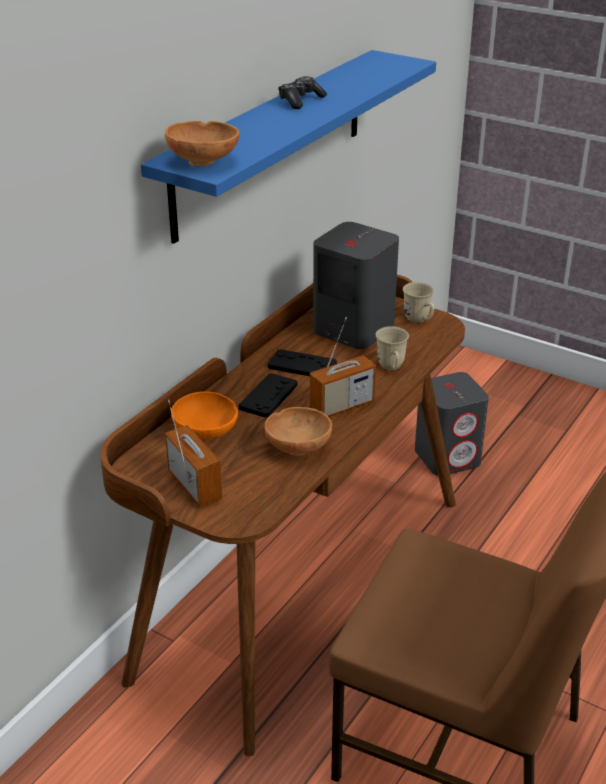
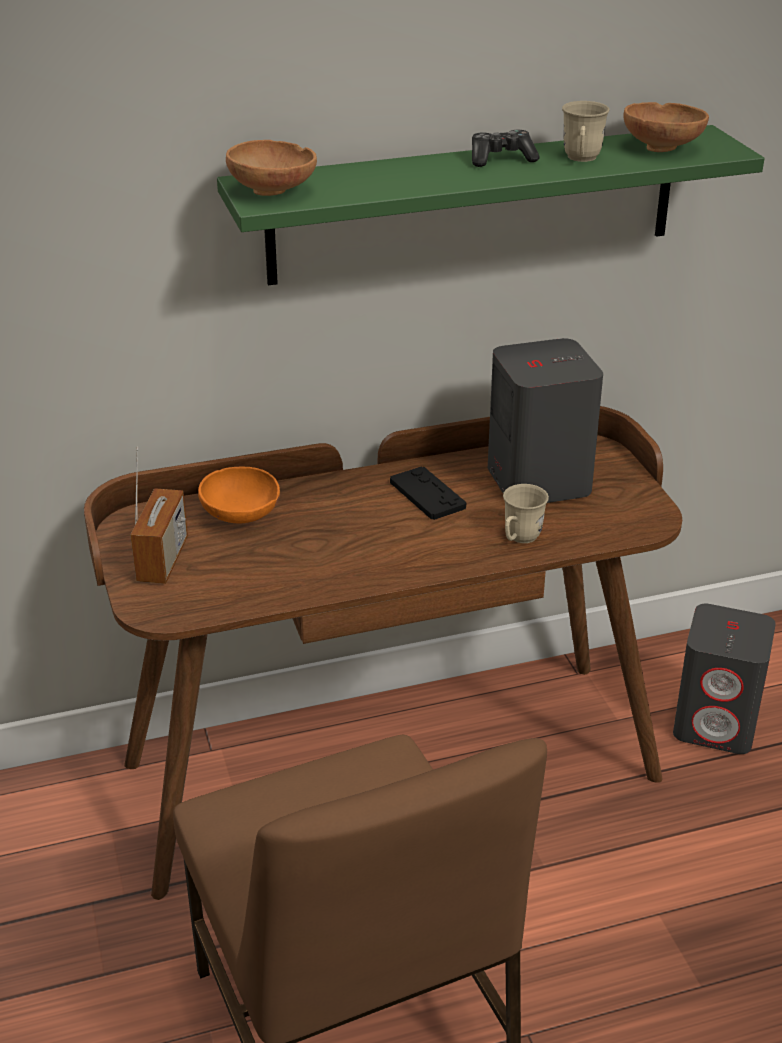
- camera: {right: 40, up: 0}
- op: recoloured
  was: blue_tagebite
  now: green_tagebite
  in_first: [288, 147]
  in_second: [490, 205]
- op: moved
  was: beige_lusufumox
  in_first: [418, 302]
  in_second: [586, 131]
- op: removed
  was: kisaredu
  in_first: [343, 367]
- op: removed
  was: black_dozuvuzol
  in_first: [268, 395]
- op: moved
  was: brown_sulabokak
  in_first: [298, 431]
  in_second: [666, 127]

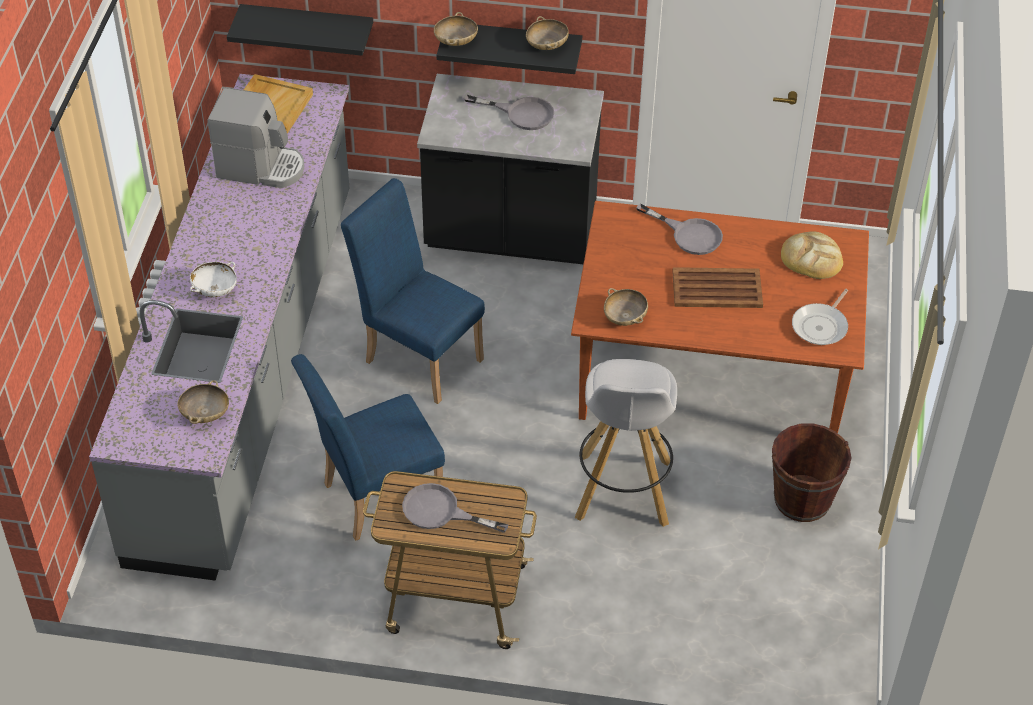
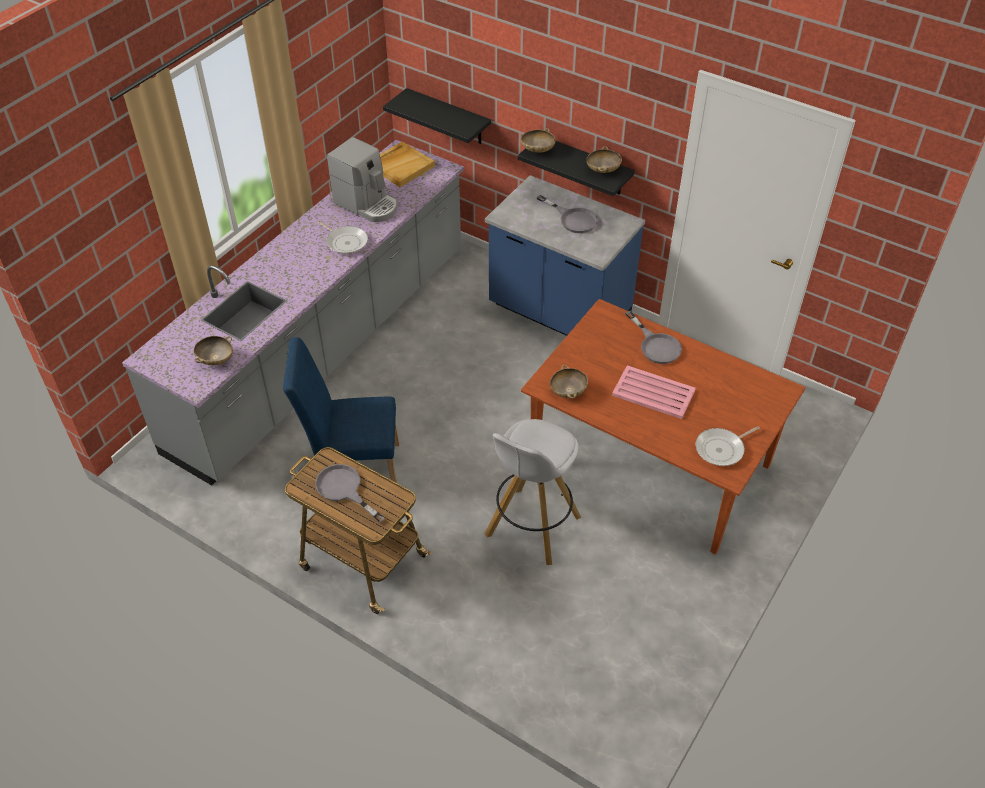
- camera: {right: 25, up: 0}
- op: recoloured
  was: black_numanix
  now: blue_numanix
  in_first: [510, 169]
  in_second: [565, 255]
- op: removed
  was: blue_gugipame
  in_first: [413, 291]
- op: removed
  was: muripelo
  in_first: [812, 255]
- op: removed
  was: white_sulabokak
  in_first: [213, 279]
- op: recoloured
  was: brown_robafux
  now: pink_robafux
  in_first: [717, 287]
  in_second: [654, 392]
- op: removed
  was: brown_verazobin
  in_first: [811, 472]
- op: added
  now: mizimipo
  in_second: [343, 237]

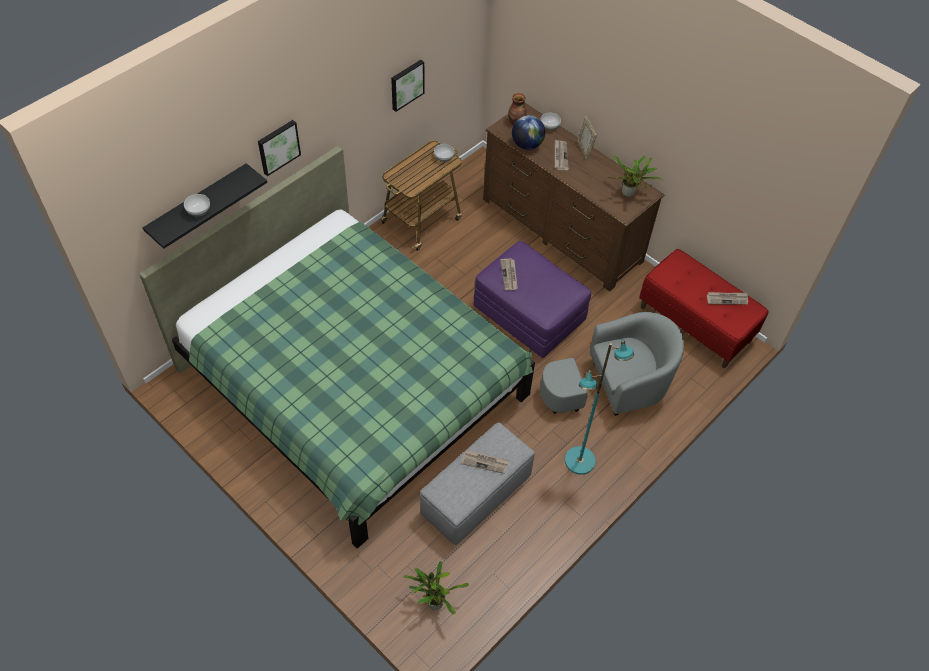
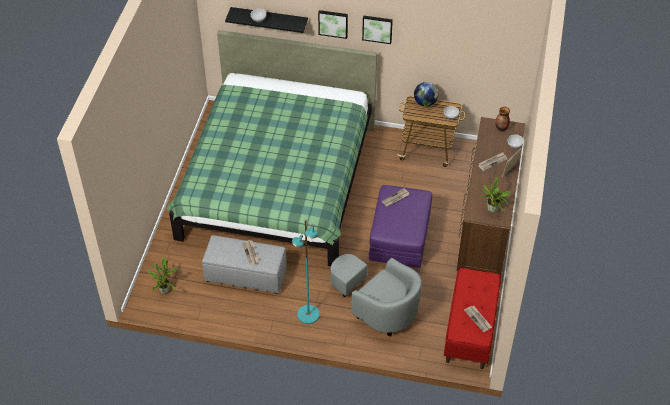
- camera: {right: 60, up: -5}
- op: moved
  was: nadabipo
  in_first: [408, 86]
  in_second: [377, 30]
- op: moved
  was: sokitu
  in_first: [528, 132]
  in_second: [426, 94]

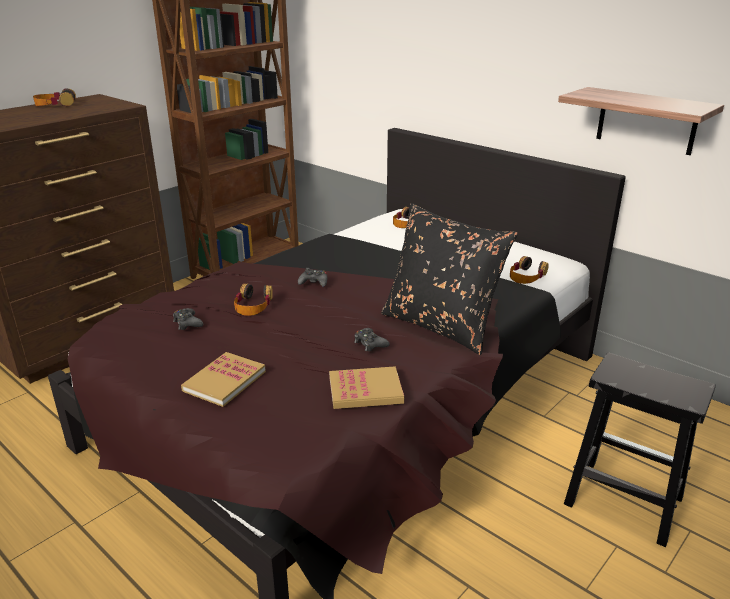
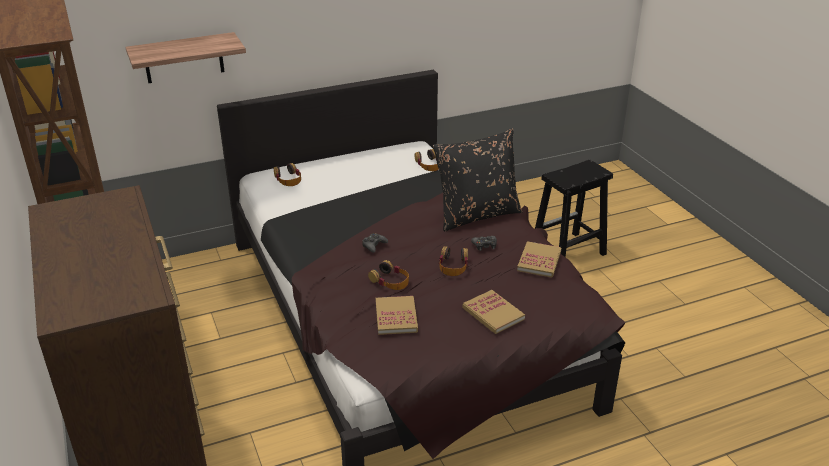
- camera: {right: -65, up: 5}
- op: moved
  was: tagebite
  in_first: [641, 121]
  in_second: [185, 57]
- op: moved
  was: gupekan
  in_first: [54, 97]
  in_second: [453, 261]
- op: replaced
  was: black_dozuvuzol
  now: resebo
  in_first: [188, 319]
  in_second: [397, 315]

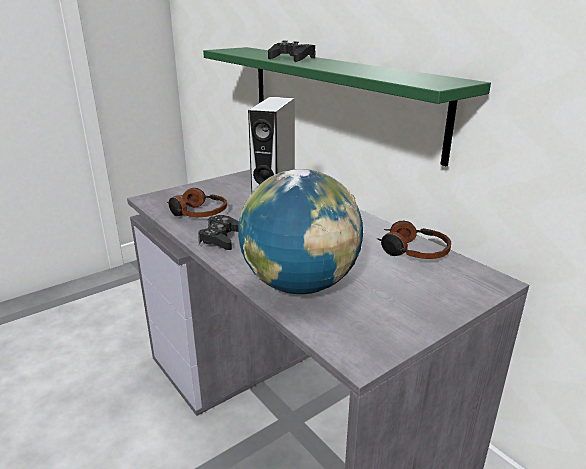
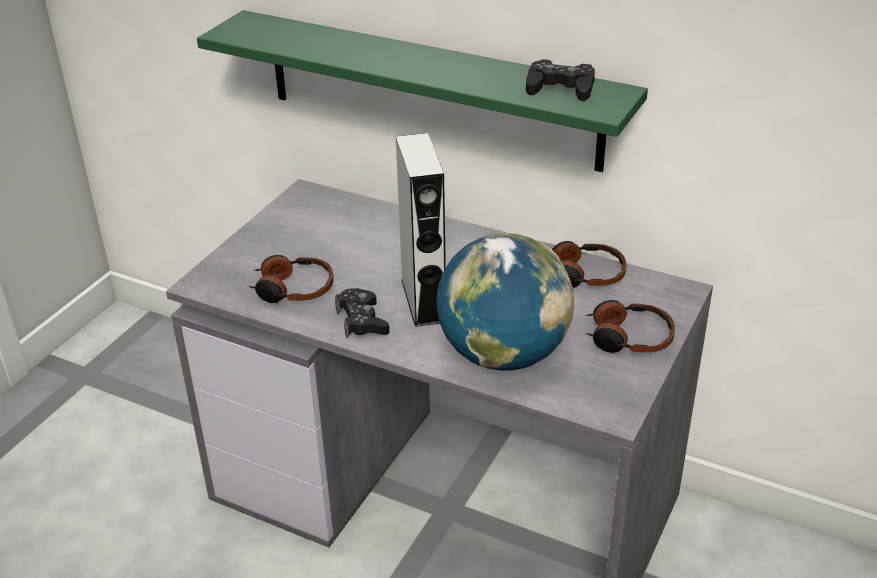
- camera: {right: -25, up: 10}
- op: moved
  was: black_dozuvuzol
  in_first: [291, 51]
  in_second: [560, 80]
- op: added
  now: gupekan
  in_second: [630, 326]

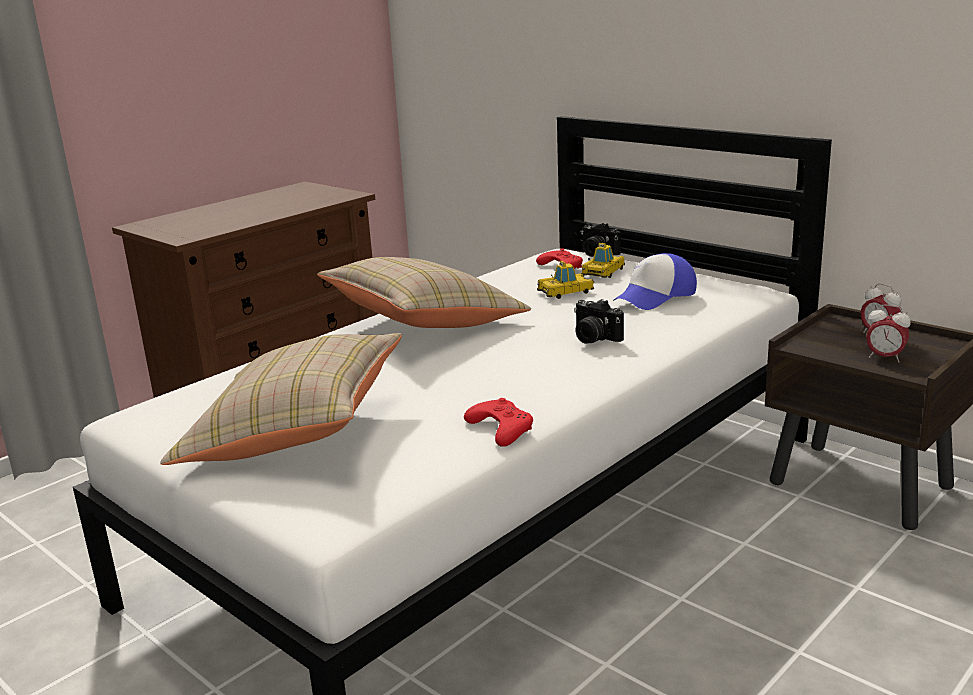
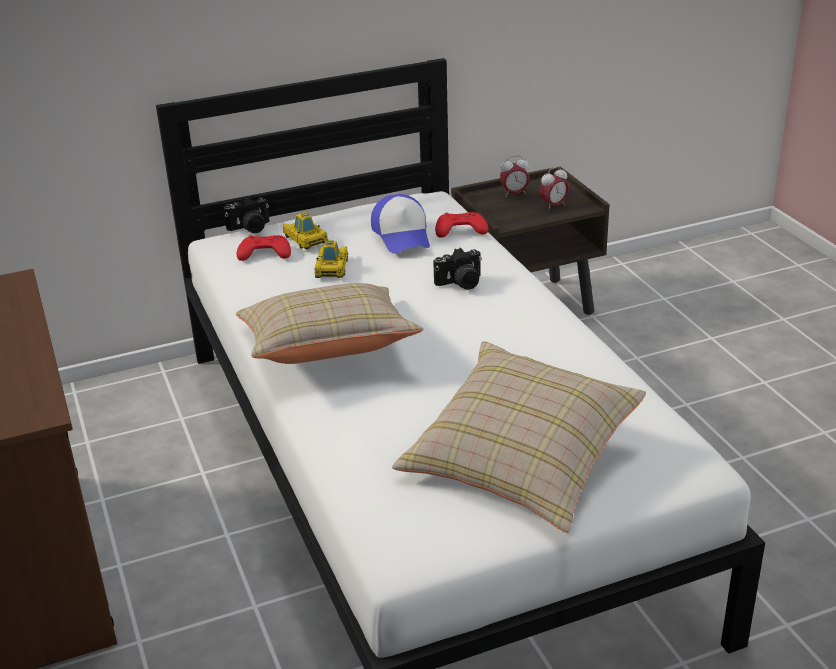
- camera: {right: -65, up: 10}
- op: moved
  was: red_dozuvuzol
  in_first: [498, 422]
  in_second: [461, 224]

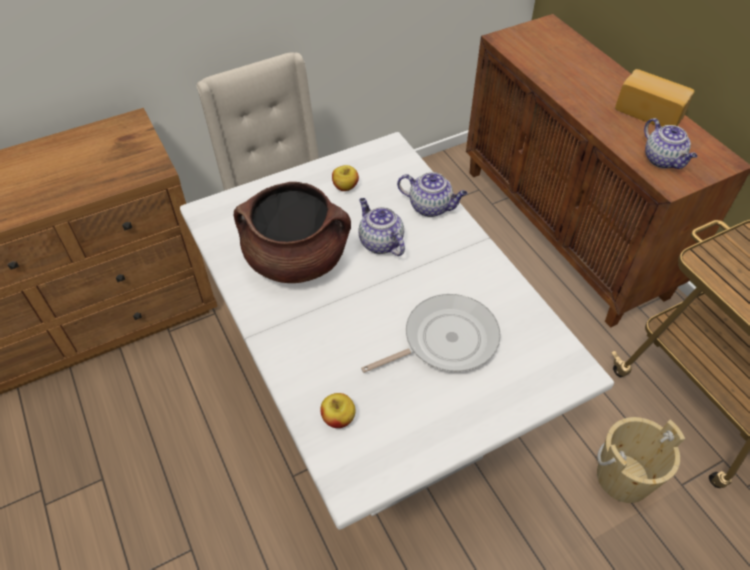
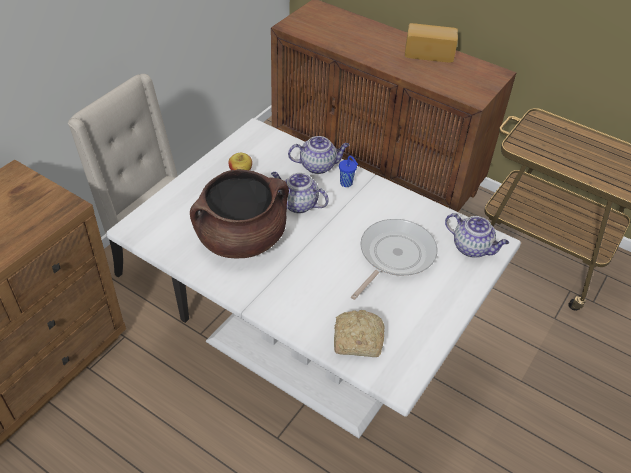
- camera: {right: -30, up: -5}
- op: moved
  was: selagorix
  in_first: [671, 143]
  in_second: [477, 235]
- op: replaced
  was: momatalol
  now: muripelo
  in_first: [338, 410]
  in_second: [359, 333]
- op: removed
  was: beige_verazobin
  in_first: [641, 460]
- op: added
  now: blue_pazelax
  in_second: [348, 171]

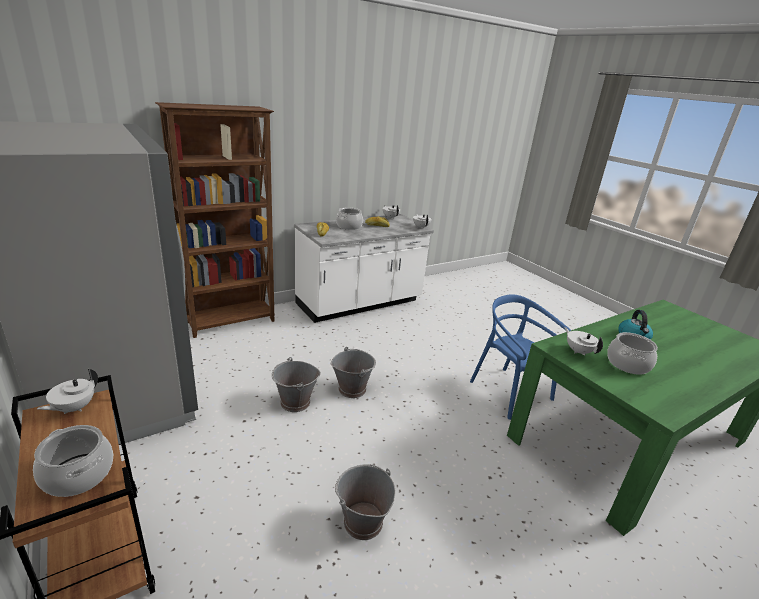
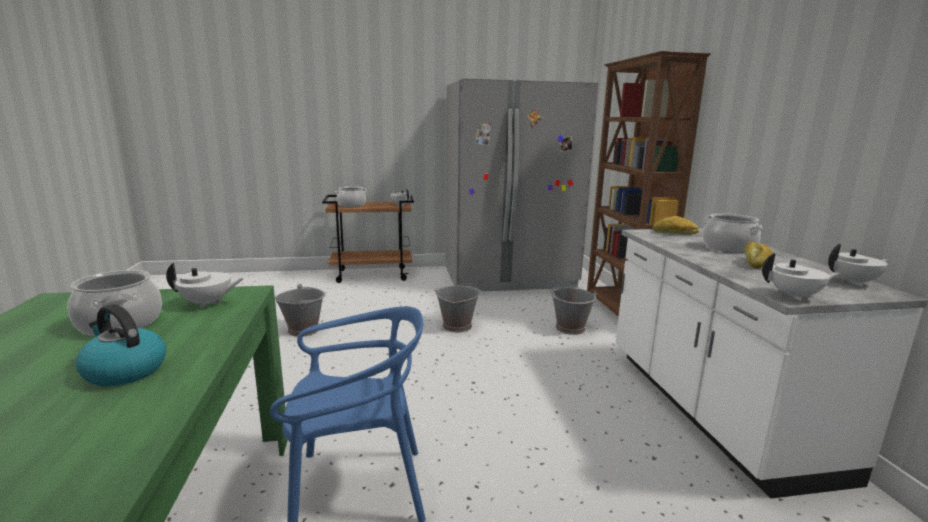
- camera: {right: 115, up: -10}
- op: moved
  was: grey_verazobin
  in_first: [353, 372]
  in_second: [574, 311]

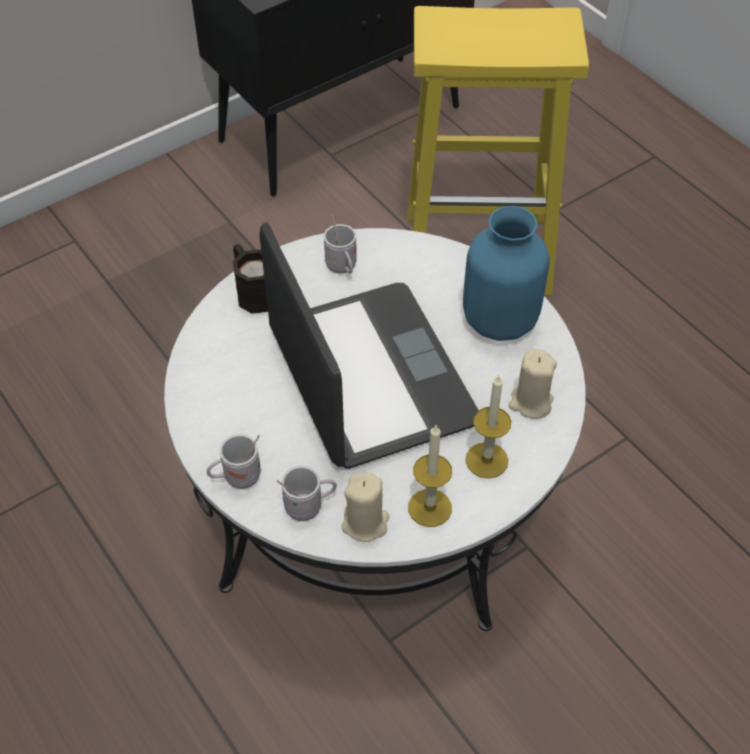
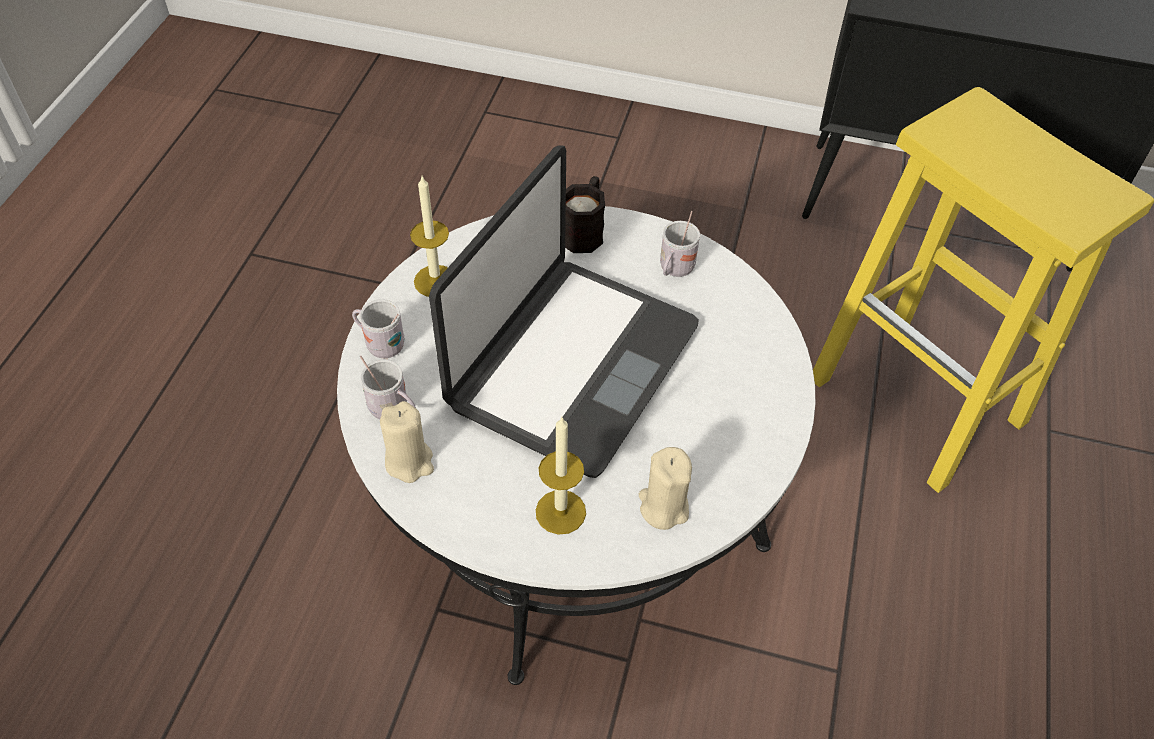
- camera: {right: 50, up: 0}
- op: removed
  was: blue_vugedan
  in_first: [506, 273]
- op: moved
  was: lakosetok
  in_first: [430, 475]
  in_second: [429, 236]

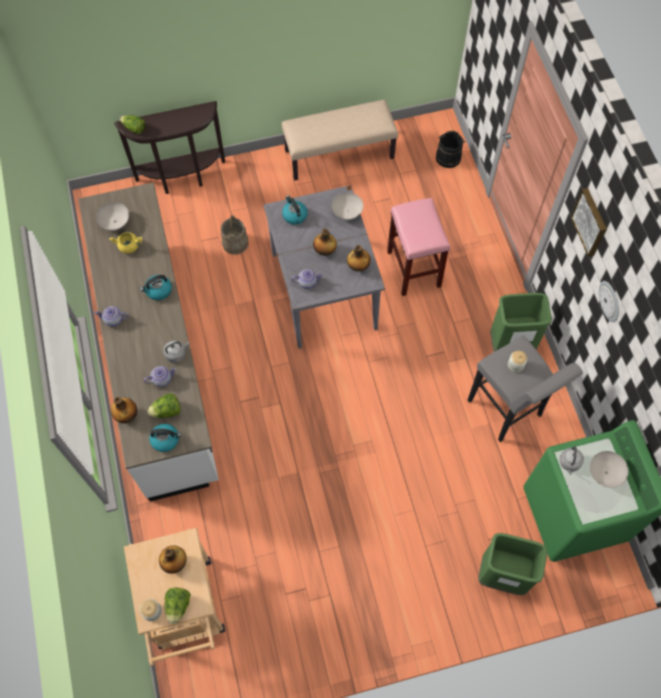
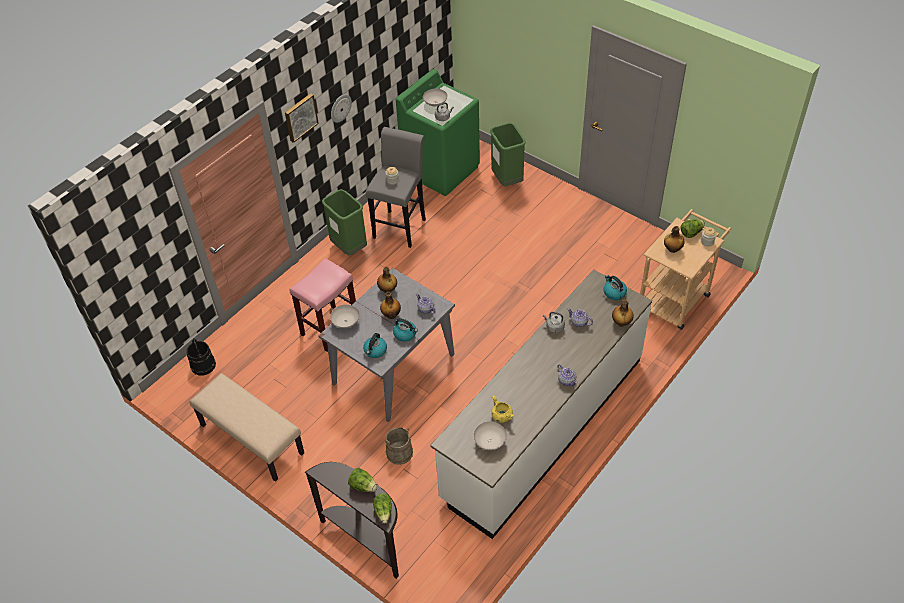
- camera: {right: -125, up: -15}
- op: moved
  was: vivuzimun
  in_first: [156, 287]
  in_second: [405, 330]
- op: moved
  was: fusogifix
  in_first: [164, 406]
  in_second: [362, 480]

